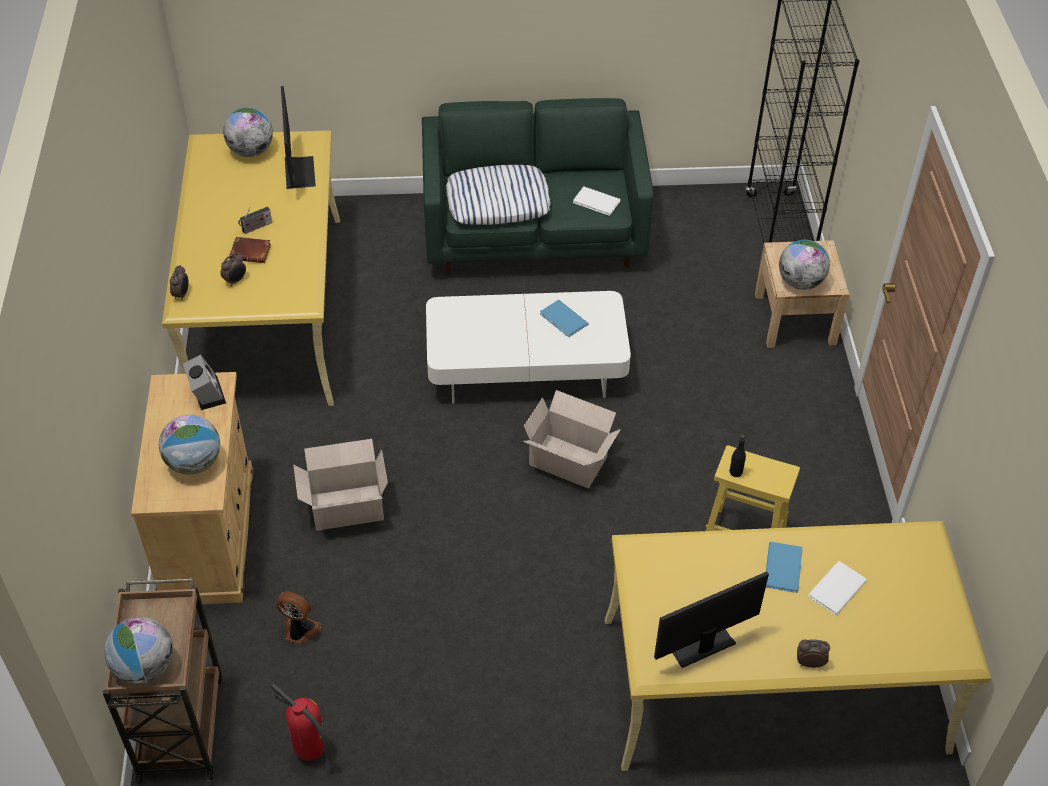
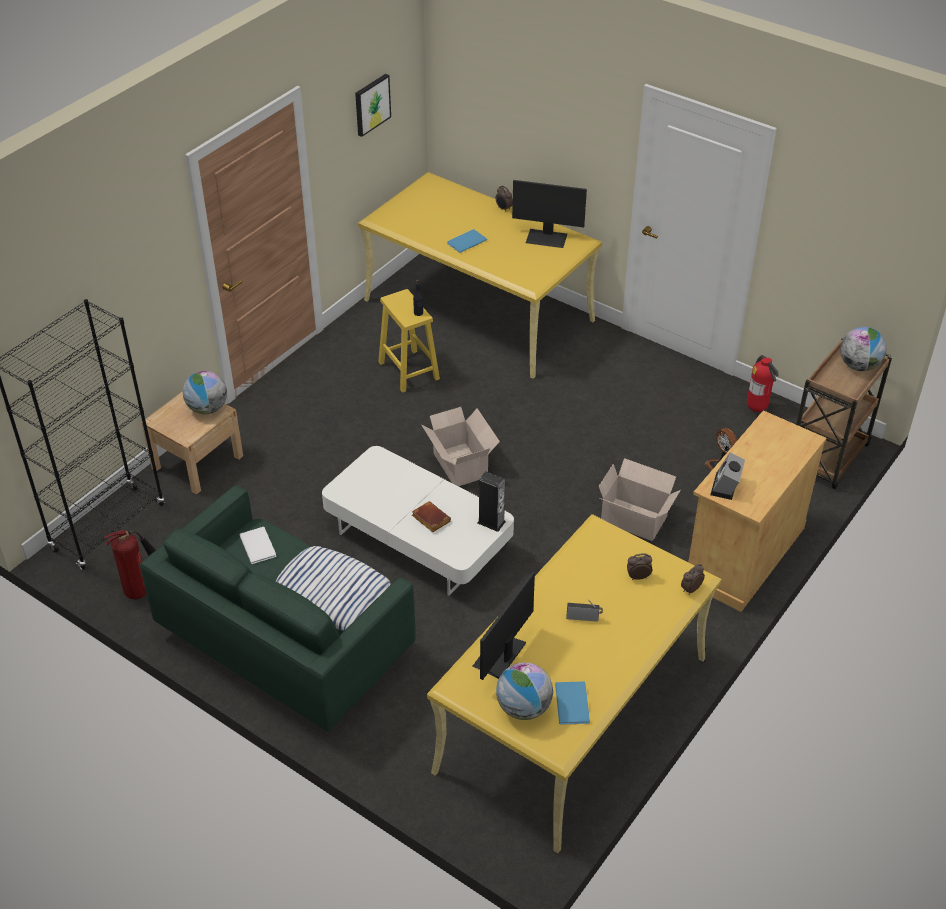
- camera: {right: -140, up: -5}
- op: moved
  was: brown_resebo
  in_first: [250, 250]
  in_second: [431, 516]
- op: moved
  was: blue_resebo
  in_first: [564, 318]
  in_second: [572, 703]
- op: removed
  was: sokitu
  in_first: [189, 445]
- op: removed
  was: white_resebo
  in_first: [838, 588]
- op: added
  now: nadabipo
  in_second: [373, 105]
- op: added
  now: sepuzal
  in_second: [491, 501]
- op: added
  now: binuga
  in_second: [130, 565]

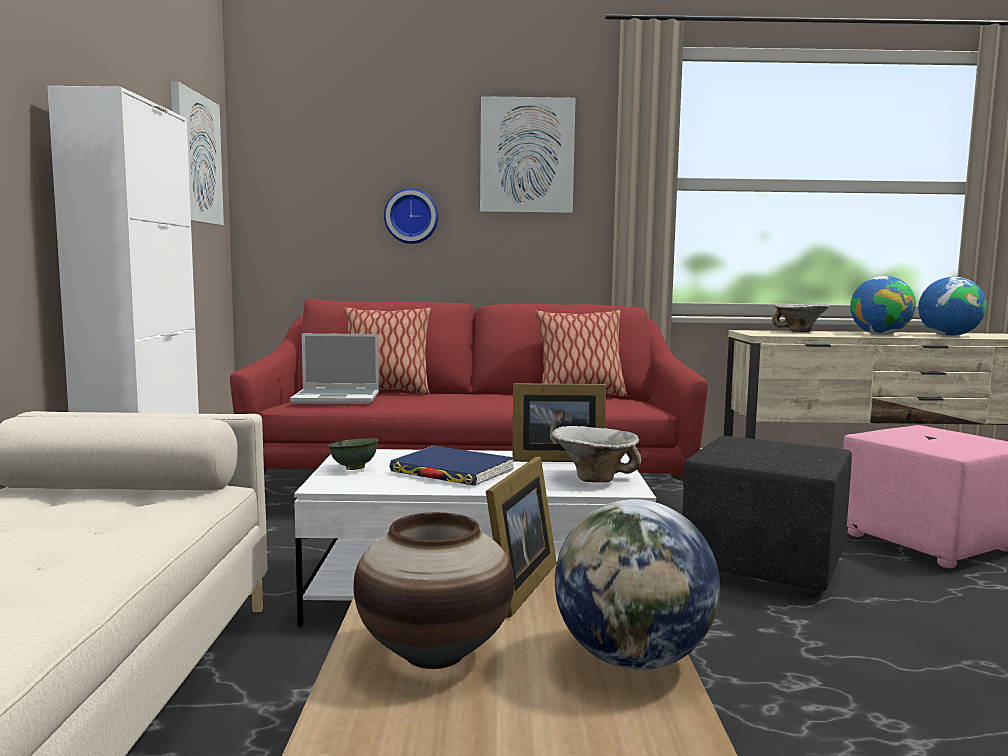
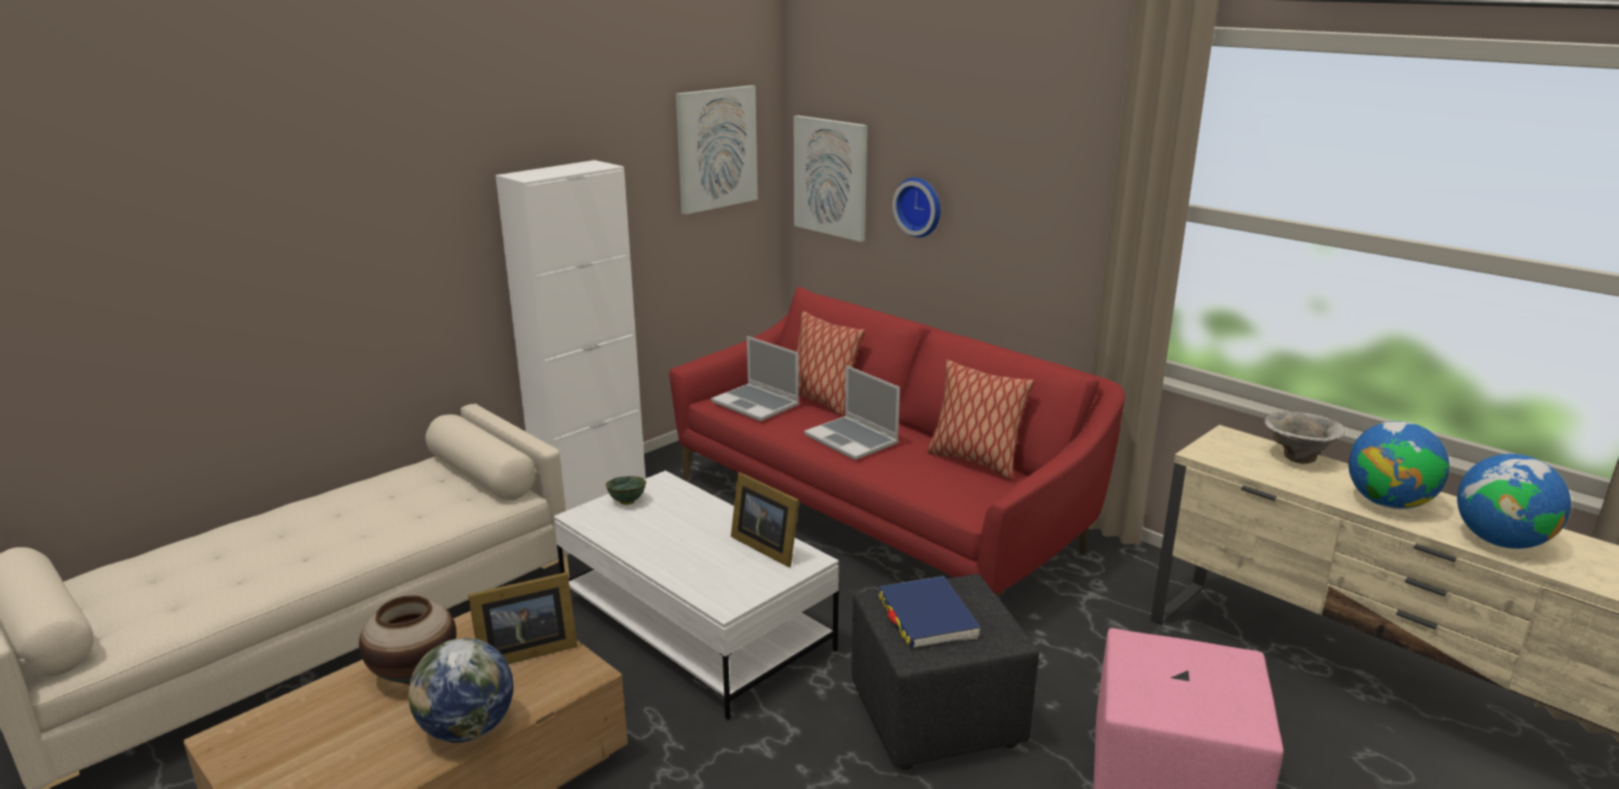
- camera: {right: 45, up: 15}
- op: moved
  was: nadabipo
  in_first: [528, 154]
  in_second: [830, 178]
- op: removed
  was: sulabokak
  in_first: [596, 454]
- op: moved
  was: blue_resebo
  in_first: [452, 466]
  in_second: [929, 612]
- op: added
  now: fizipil
  in_second: [852, 412]

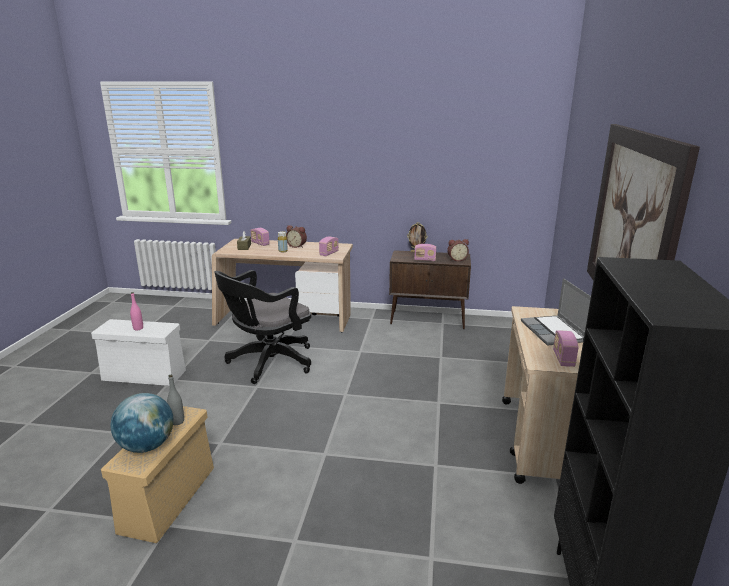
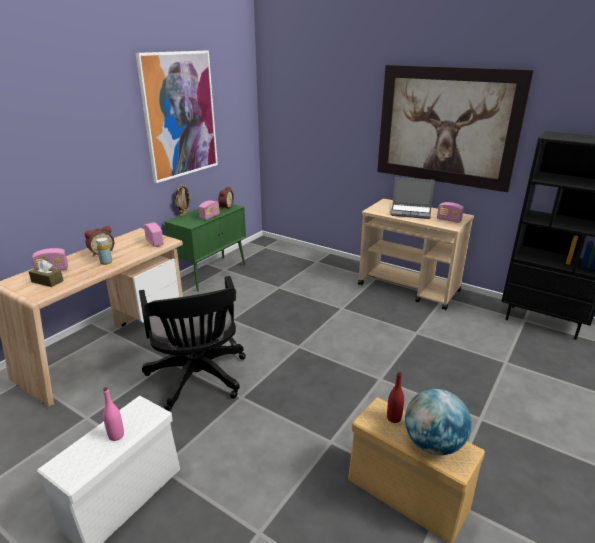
- camera: {right: -65, up: 5}
- op: recoloured
  was: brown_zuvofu
  now: green_zuvofu
  in_first: [430, 289]
  in_second: [205, 246]
- op: recoloured
  was: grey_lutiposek
  now: red_lutiposek
  in_first: [175, 400]
  in_second: [395, 397]
- op: added
  now: nadabipo
  in_second: [177, 117]

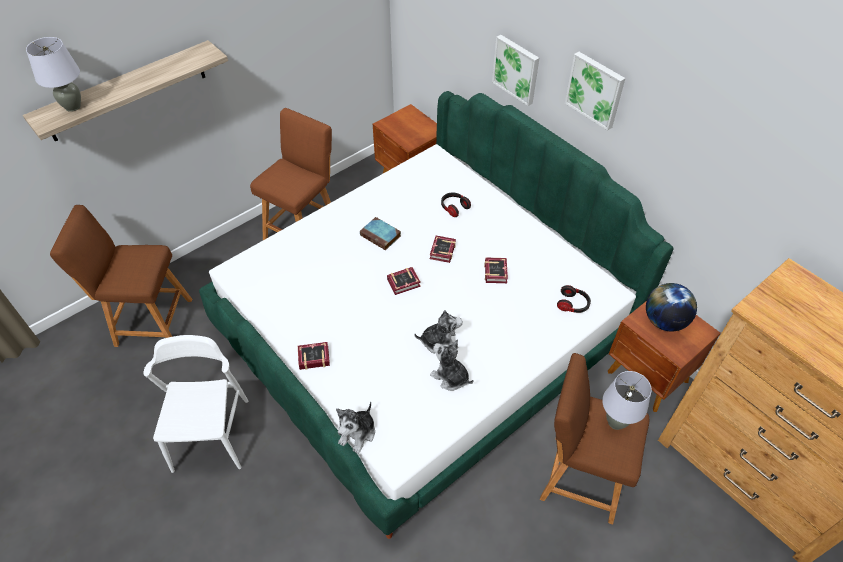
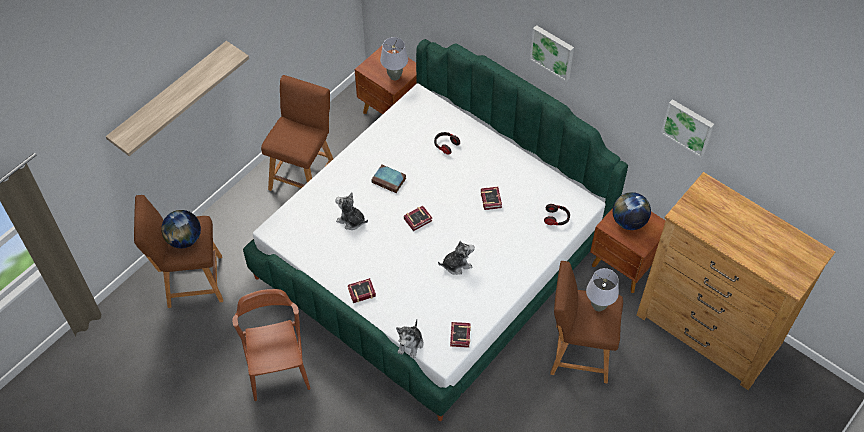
- camera: {right: -10, up: 5}
- op: moved
  was: nadabipo
  in_first: [515, 70]
  in_second: [687, 128]
- op: moved
  was: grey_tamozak
  in_first: [53, 74]
  in_second: [394, 58]
- op: moved
  was: resebo
  in_first: [443, 249]
  in_second: [460, 335]
- op: recoloured
  was: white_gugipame
  now: brown_gugipame
  in_first: [195, 404]
  in_second: [271, 345]
- op: moved
  was: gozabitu
  in_first: [452, 365]
  in_second: [351, 211]
- op: added
  now: sokitu
  in_second: [181, 229]

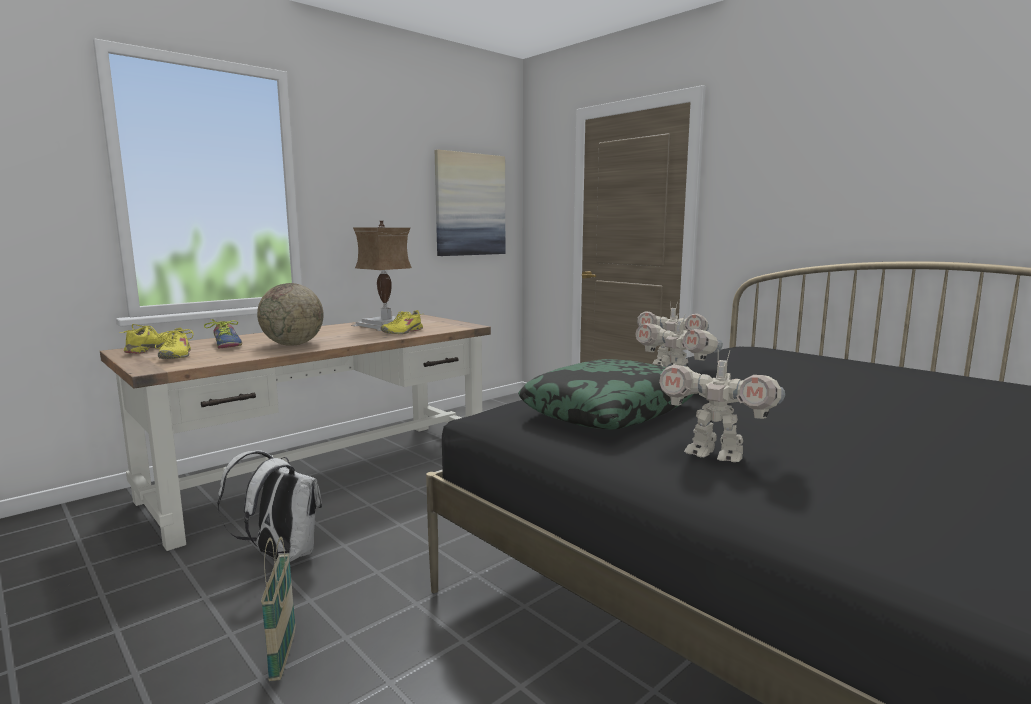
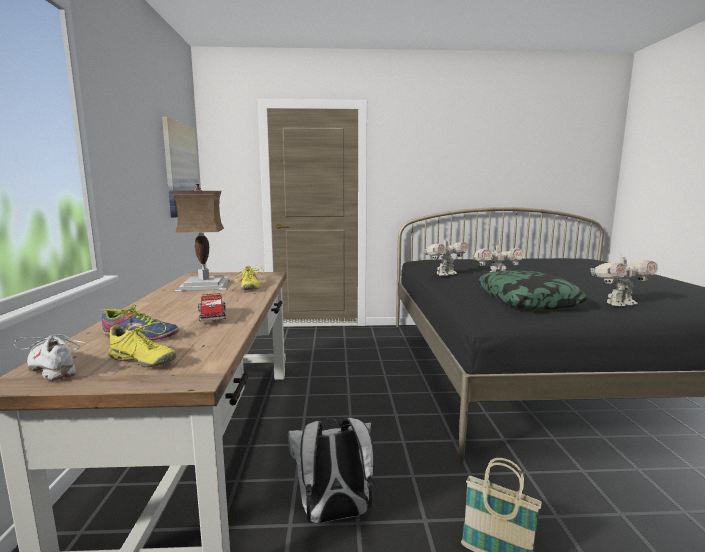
- camera: {right: -50, up: 0}
- op: replaced
  was: sokitu
  now: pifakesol
  in_first: [290, 314]
  in_second: [212, 307]
- op: recoloured
  was: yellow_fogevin
  now: white_fogevin
  in_first: [143, 339]
  in_second: [51, 357]

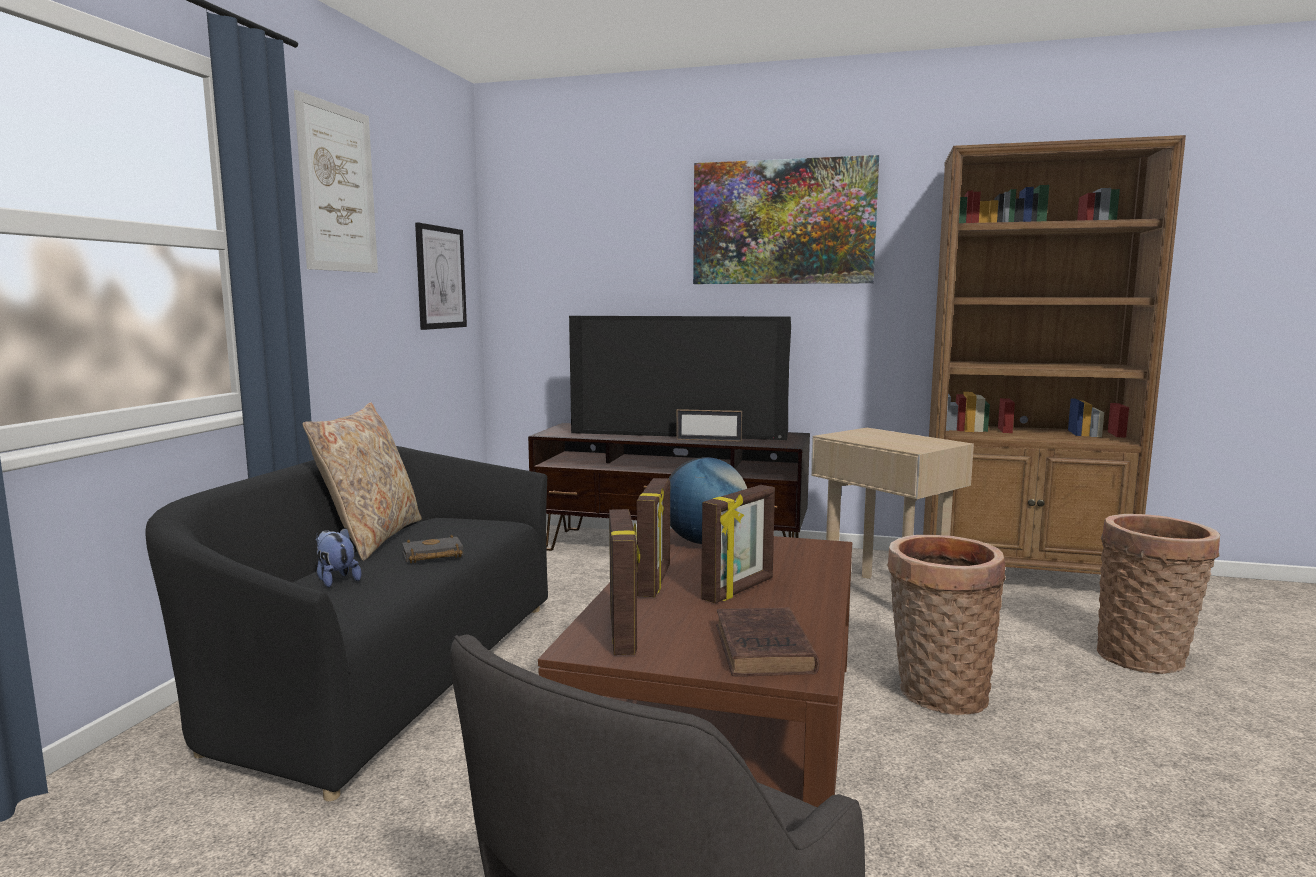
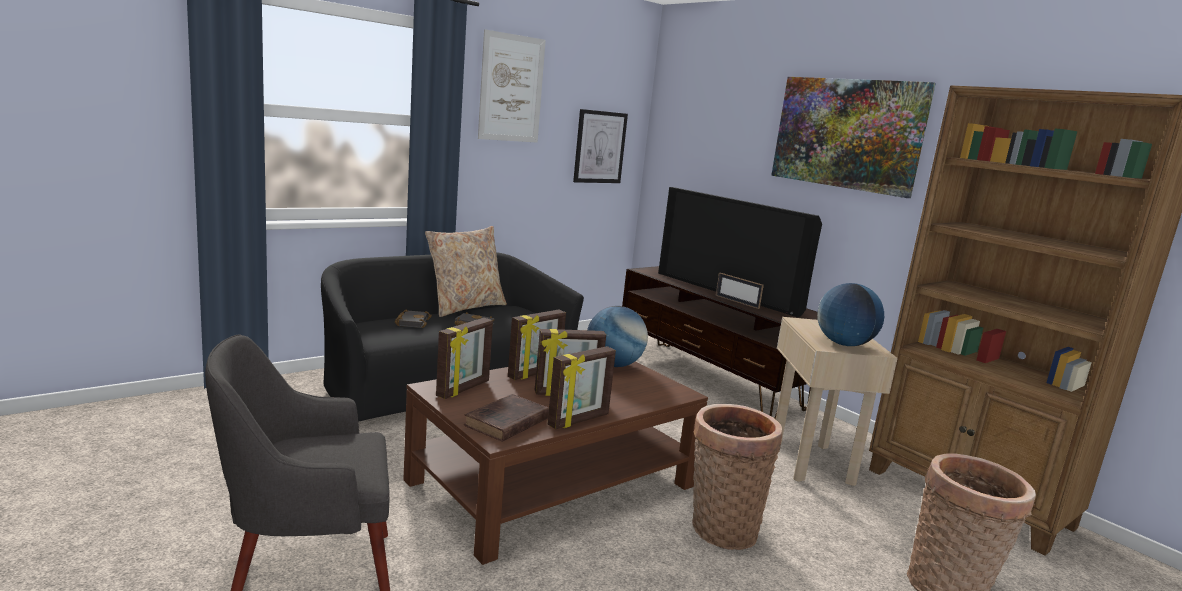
- camera: {right: 35, up: 5}
- op: replaced
  was: gozabitu
  now: black_resebo
  in_first: [338, 557]
  in_second: [413, 319]
- op: added
  now: sokitu
  in_second: [850, 314]
- op: added
  now: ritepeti
  in_second: [582, 387]

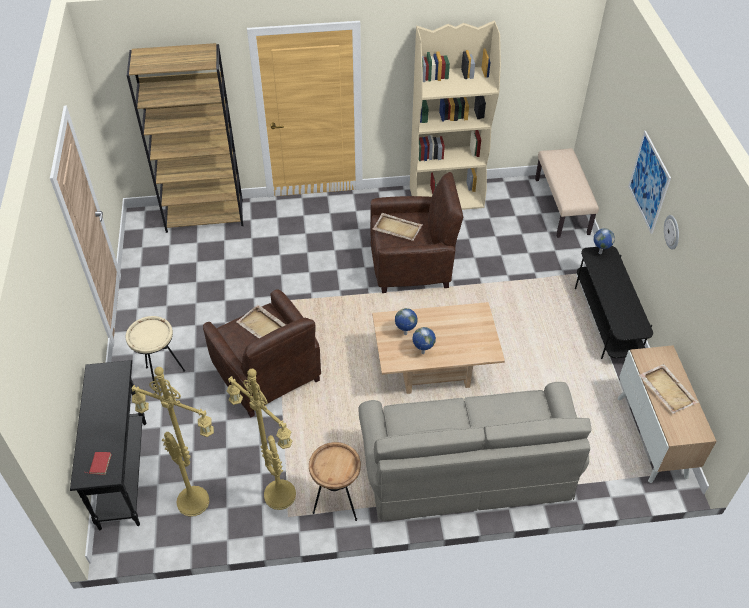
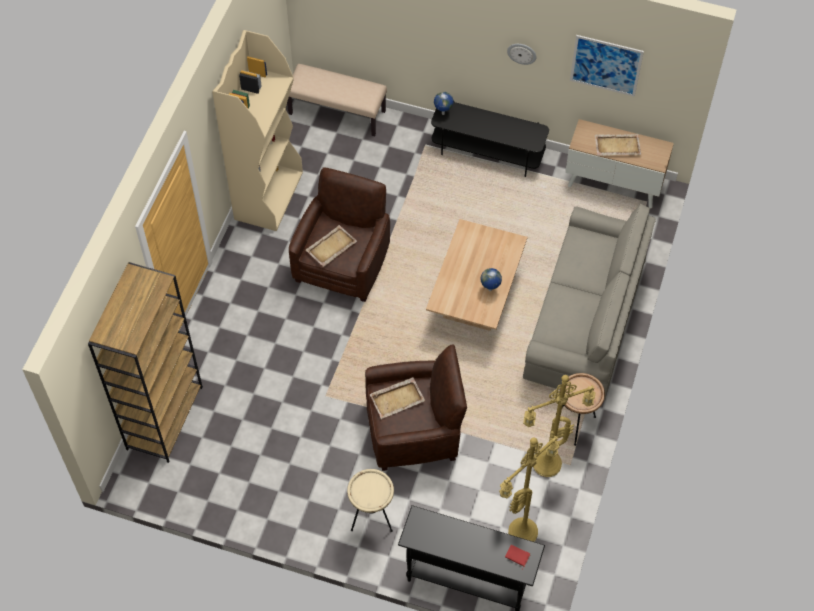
- camera: {right: -65, up: 10}
- op: moved
  was: nadabipo
  in_first: [649, 182]
  in_second: [607, 66]
- op: removed
  was: sokitu
  in_first: [406, 321]

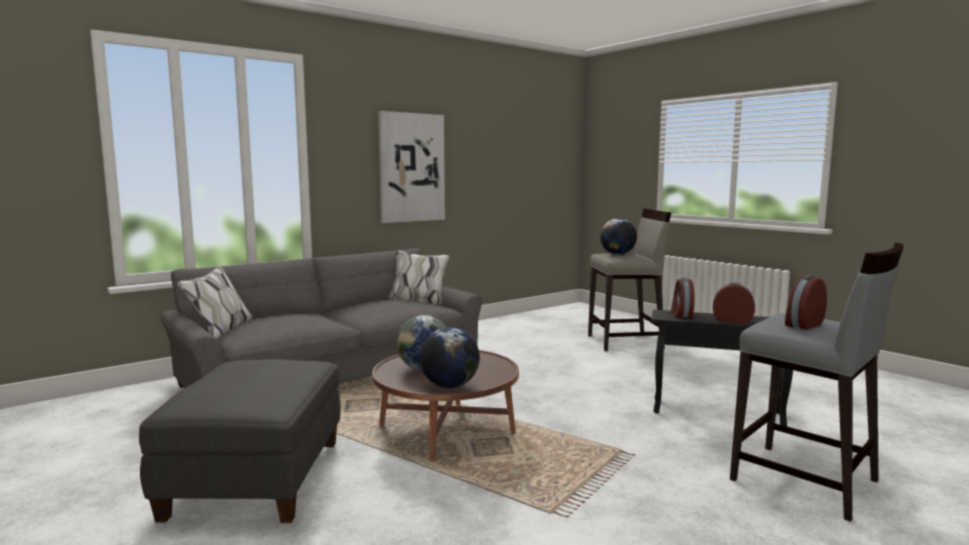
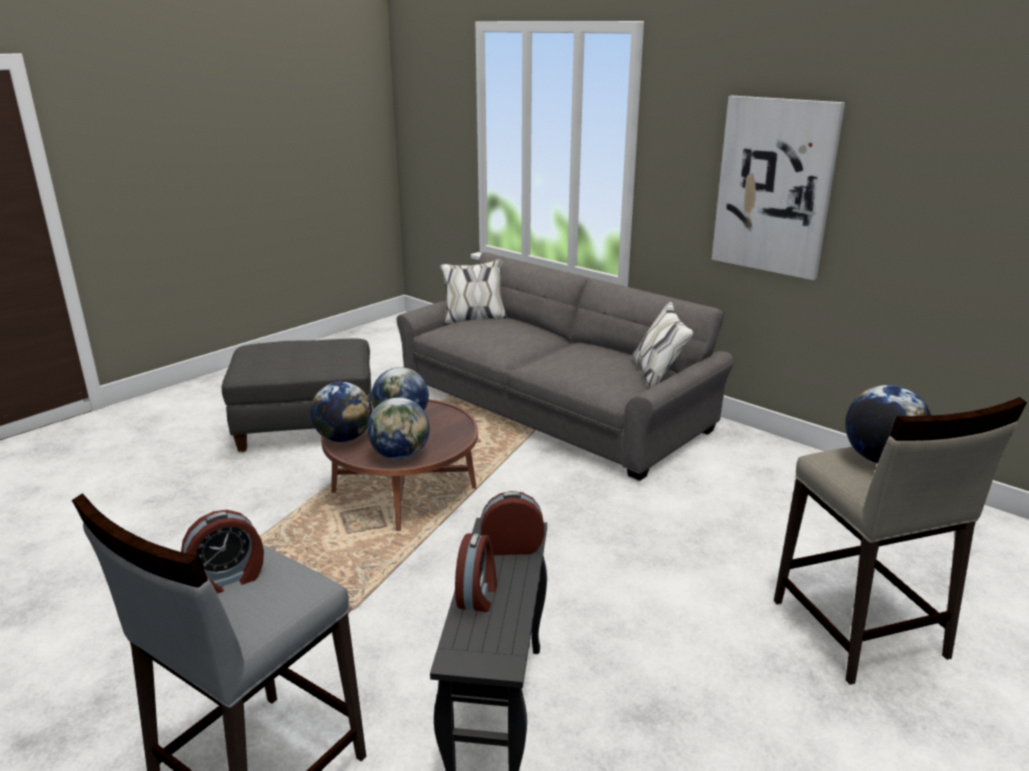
- camera: {right: 80, up: 15}
- op: turned
  was: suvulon
  in_first: [806, 302]
  in_second: [222, 552]
  clockwise: 105
- op: added
  now: sokitu
  in_second: [398, 428]

